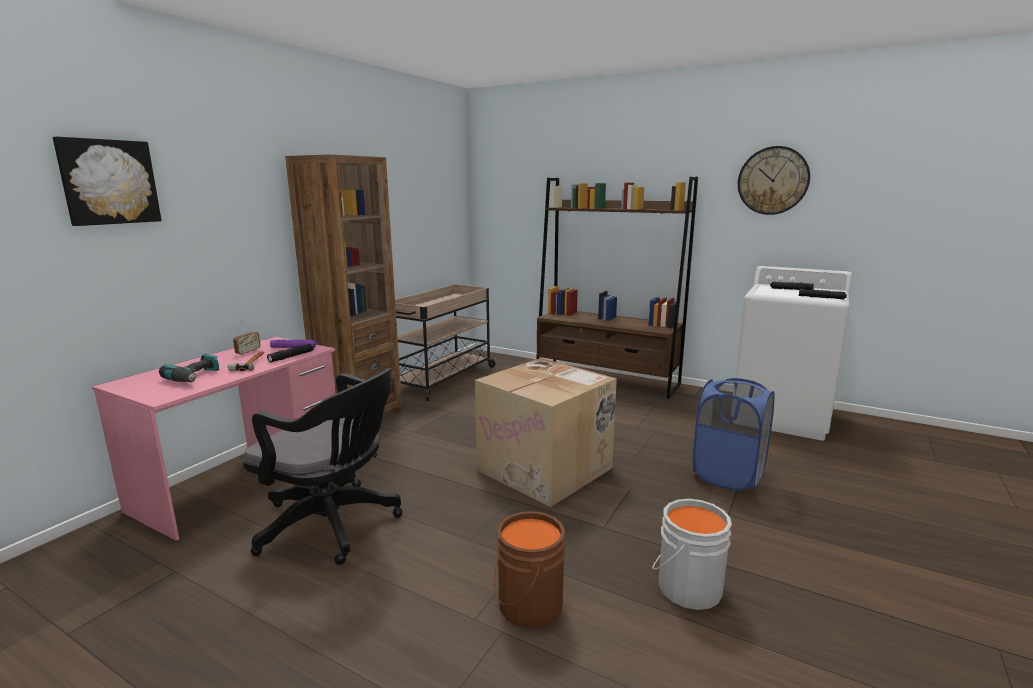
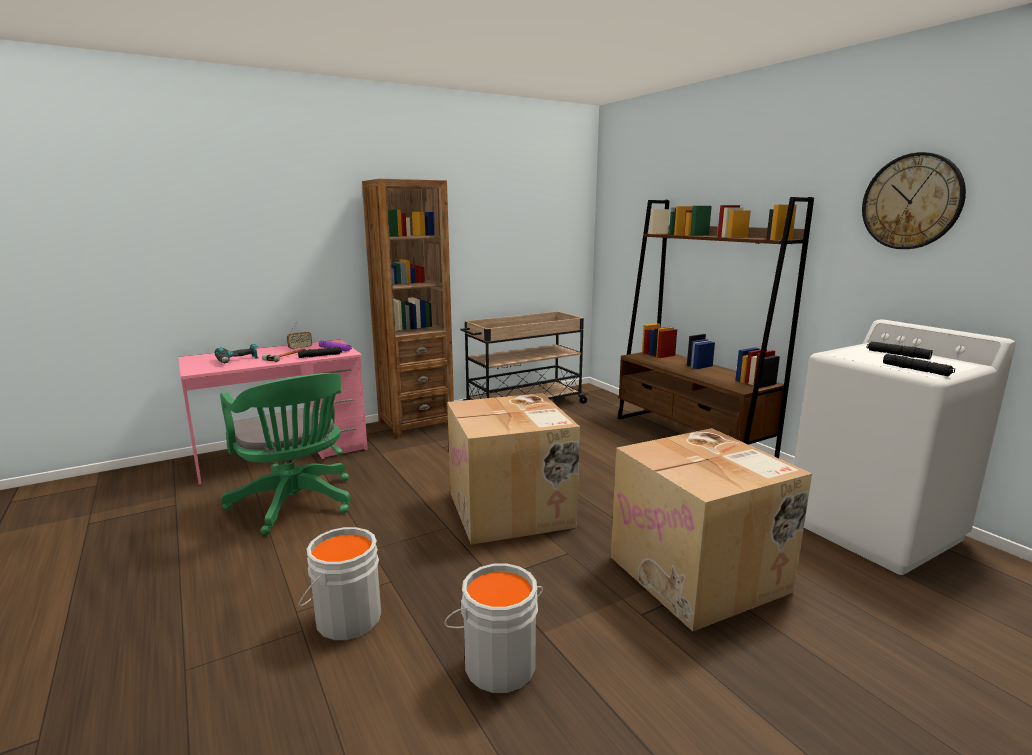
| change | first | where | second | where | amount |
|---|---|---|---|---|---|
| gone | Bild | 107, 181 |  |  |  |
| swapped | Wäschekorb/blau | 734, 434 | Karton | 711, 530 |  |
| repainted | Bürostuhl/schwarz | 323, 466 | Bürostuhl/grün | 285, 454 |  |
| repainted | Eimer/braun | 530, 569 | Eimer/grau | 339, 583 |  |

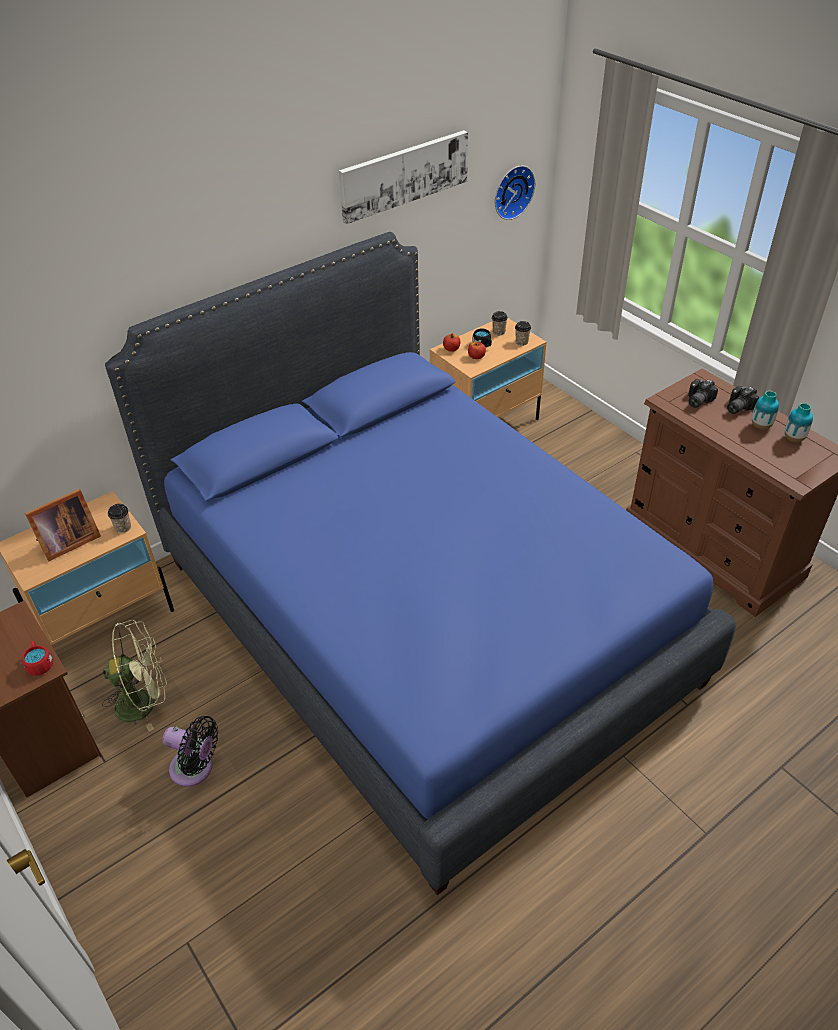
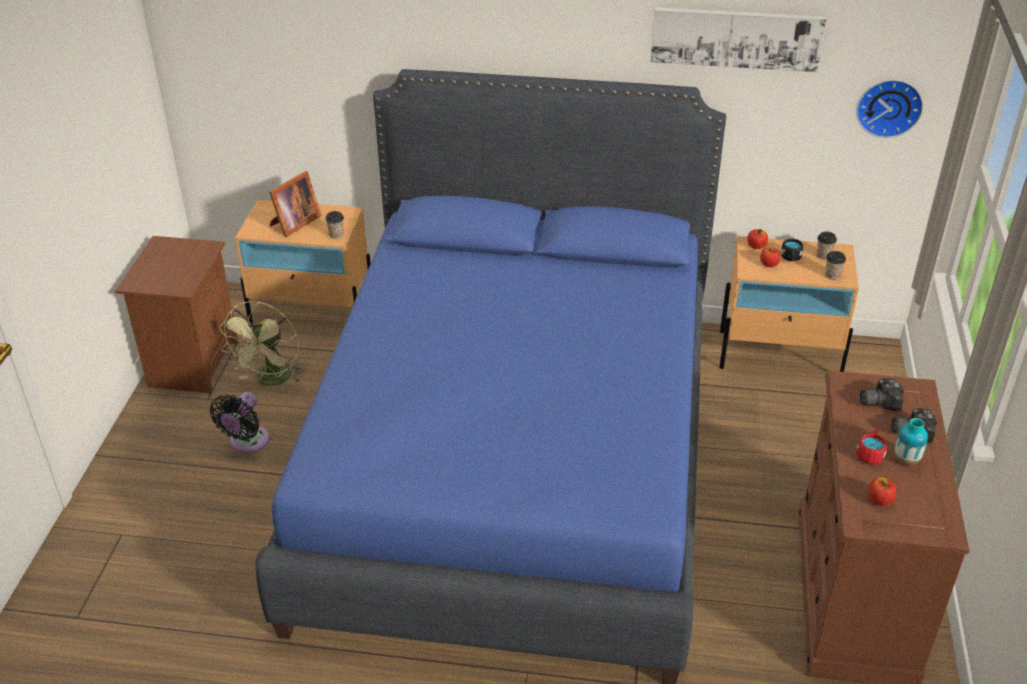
| change | first | where | second | where | amount |
|---|---|---|---|---|---|
| gone | Vase | 799, 422 |  |  |  |
| new |  |  | Apfel | 882, 491 |  |
| shifted | Henkelbecher/rot | 37, 658 |  | 871, 447 |  |
| rotated | Bilderrahmen | 63, 525 |  | 295, 204 | 60 degrees counterclockwise |
| rotated | Ventilator/grün | 134, 676 |  | 261, 343 | 75 degrees clockwise |
| rotated | Ventilator/schwarz | 190, 751 |  | 240, 423 | 45 degrees clockwise |

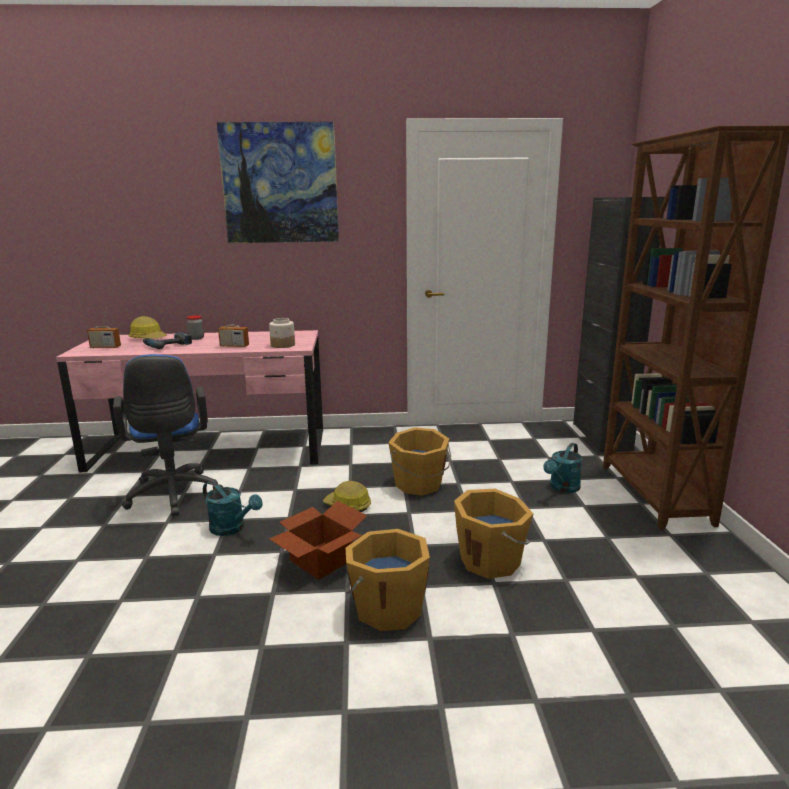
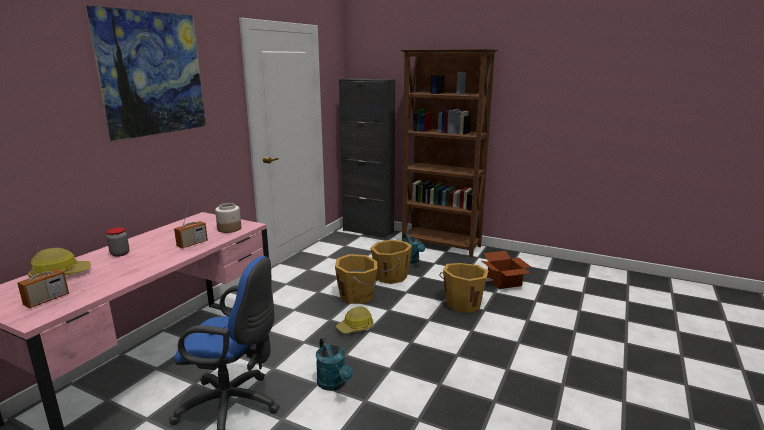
| change | first | where | second | where | amount |
|---|---|---|---|---|---|
| gone | Bohrmaschine | 167, 340 |  |  |  |
| shifted | Karton | 318, 540 |  | 506, 270 |  |
| shifted | Eimer/orange | 387, 580 |  | 391, 262 |  |
| rotated | Gießkanne/türkis | 233, 508 |  | 334, 364 | 90 degrees clockwise |

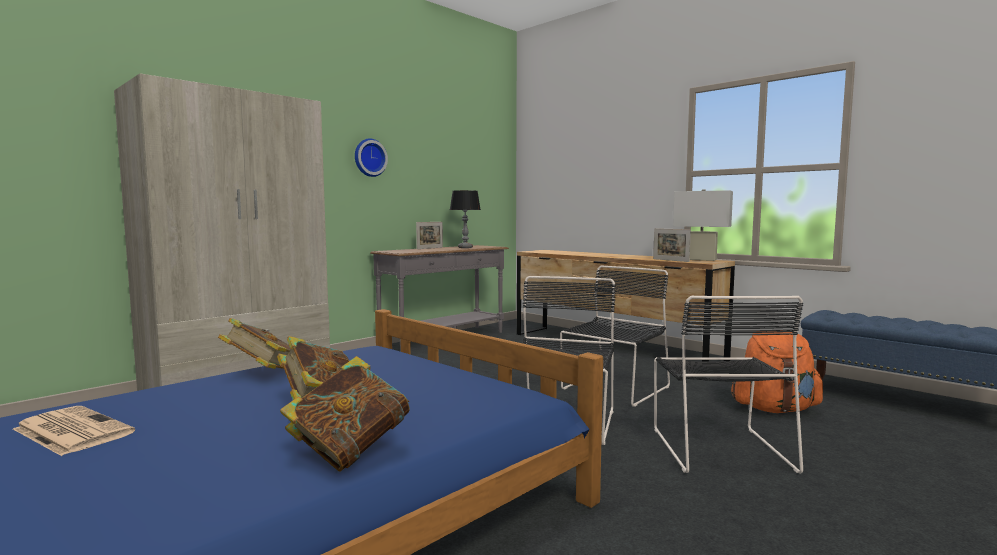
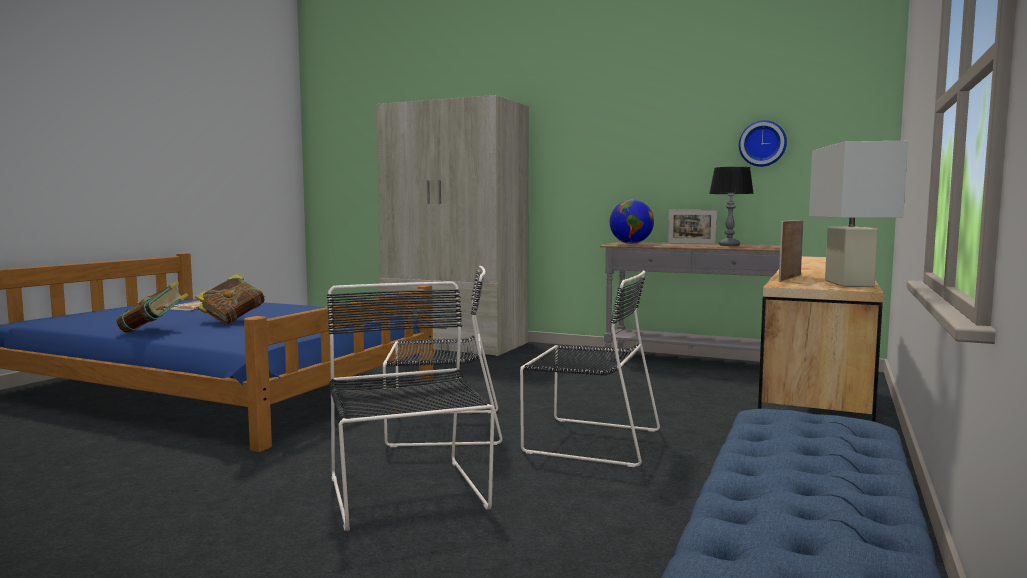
| change | first | where | second | where | amount |
|---|---|---|---|---|---|
| gone | Buch | 254, 343 |  |  |  |
| gone | Rucksack/orange | 777, 372 |  |  |  |
| new |  |  | Globus | 632, 222 |  |
| shifted | Wanduhr | 371, 158 |  | 763, 143 |  |
| rotated | Stuhl/schwarz | 728, 385 |  | 411, 406 | 90 degrees clockwise |

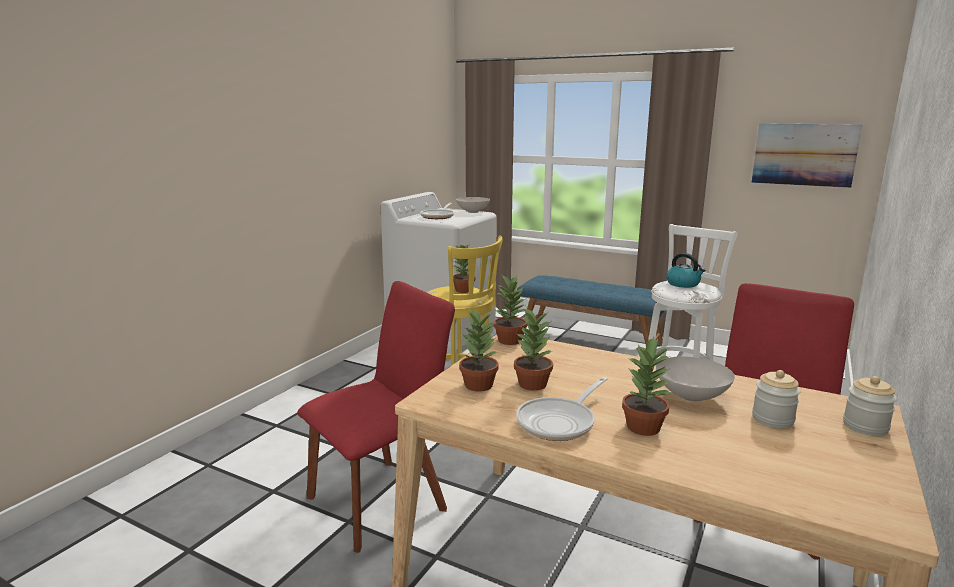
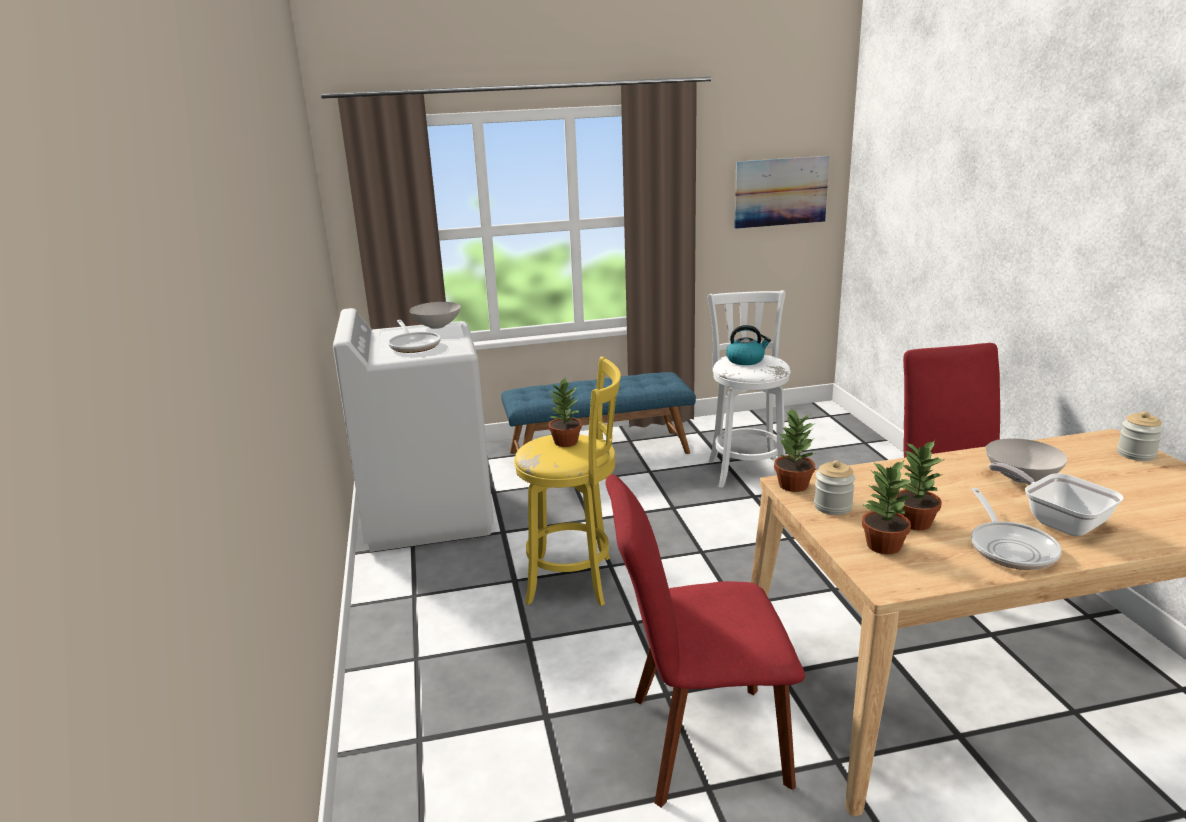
| change | first | where | second | where | amount |
|---|---|---|---|---|---|
| shifted | Vorratsglas | 776, 399 |  | 834, 487 |  |
| swapped | Topfpflanze | 646, 386 | Pfanne | 1056, 499 |  |
| rotated | Stuhl/rot | 376, 417 |  | 705, 641 | 105 degrees counterclockwise |

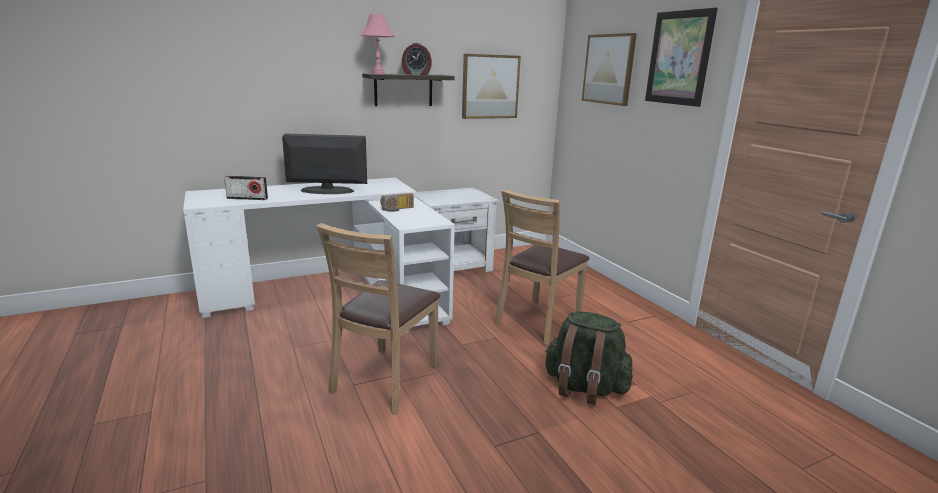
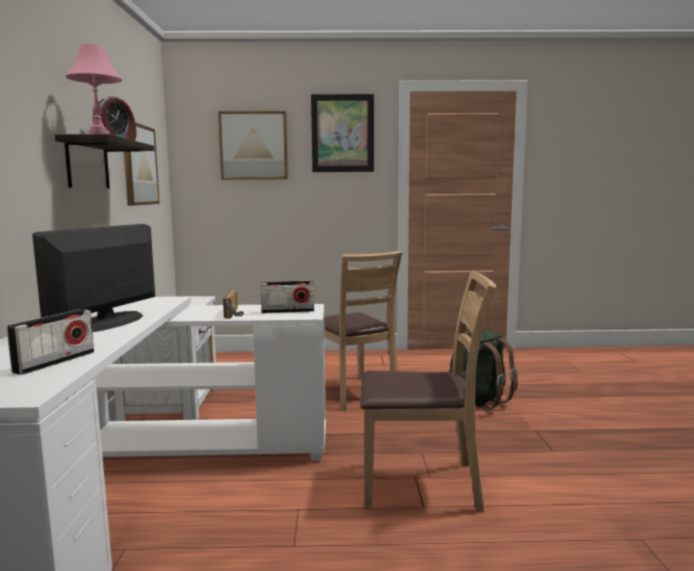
| change | first | where | second | where | amount |
|---|---|---|---|---|---|
| new |  |  | Radio | 287, 296 |  |
| rotated | Stuhl/braun | 378, 318 |  | 428, 391 | 45 degrees counterclockwise |

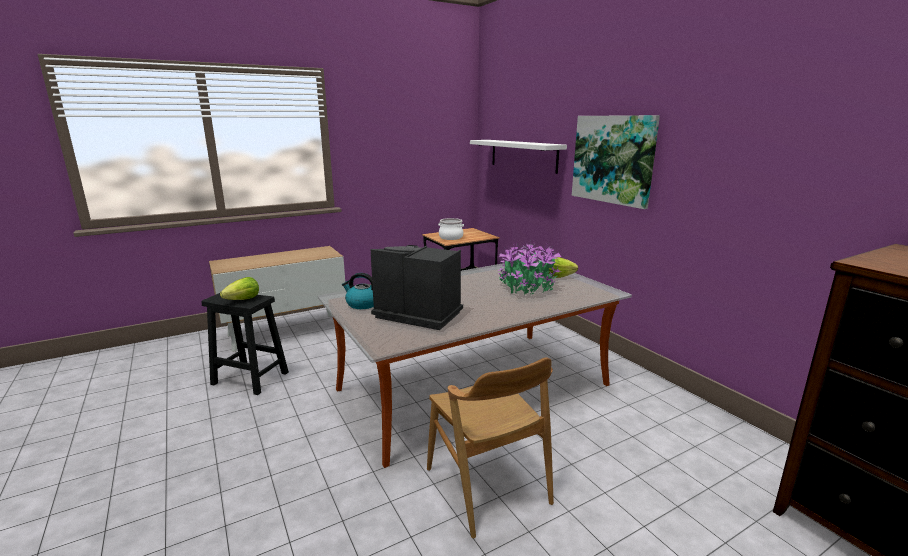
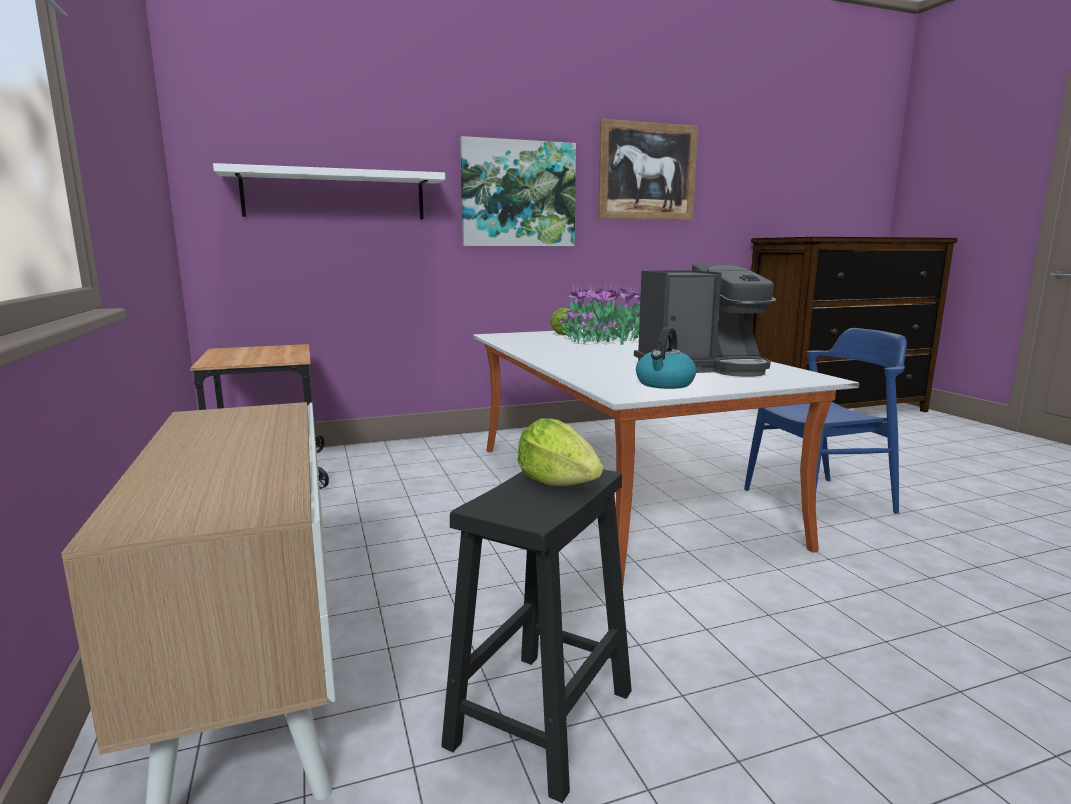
| change | first | where | second | where | amount |
|---|---|---|---|---|---|
| gone | Kochtopf | 451, 229 |  |  |  |
| new |  |  | Bild | 648, 169 |  |
| repainted | Stuhl/braun | 490, 448 | Stuhl/blau | 825, 421 |  |
| rotated | Kaffeemaschine | 417, 287 |  | 705, 320 | 135 degrees counterclockwise |

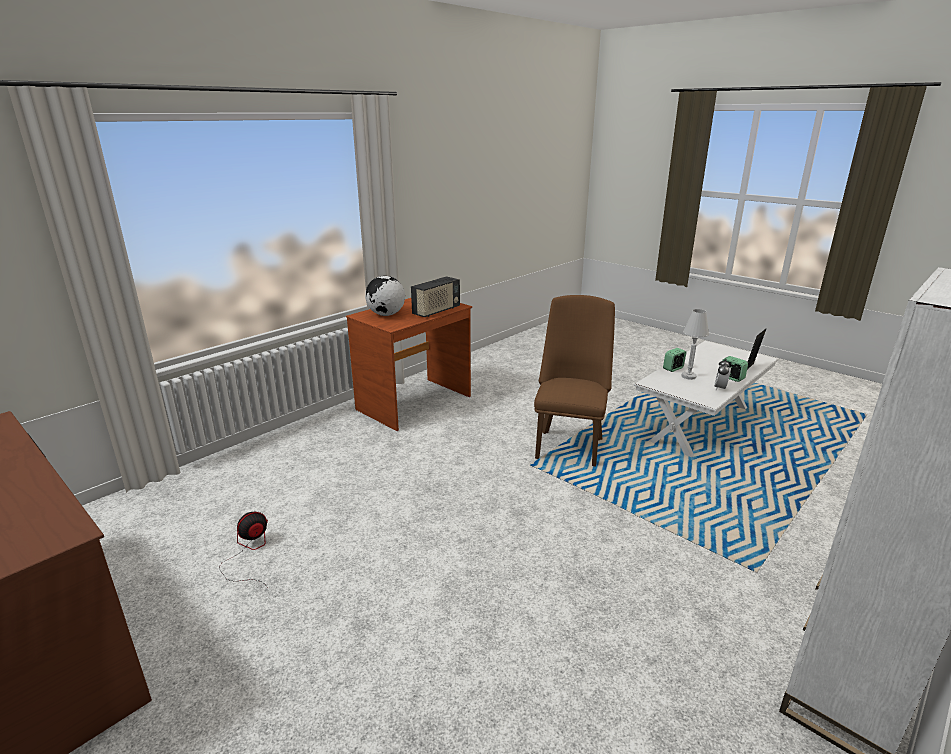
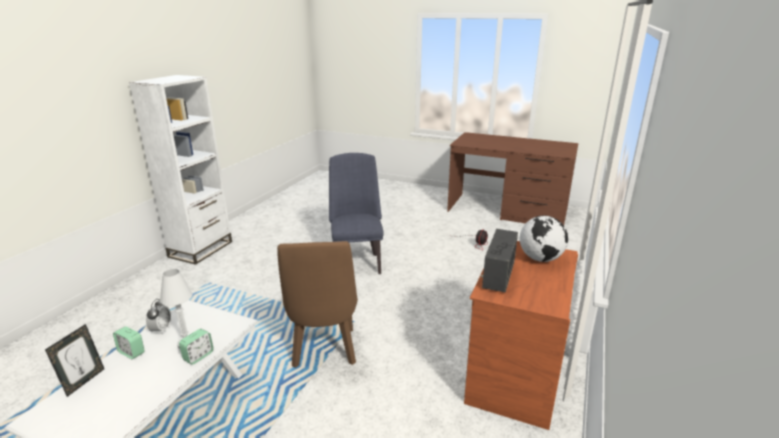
| change | first | where | second | where | amount |
|---|---|---|---|---|---|
| new |  |  | Stuhl/blau | 356, 213 |  |

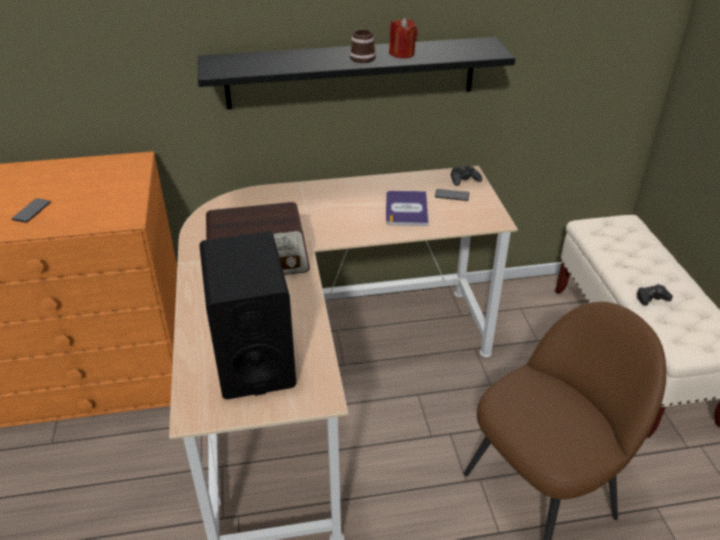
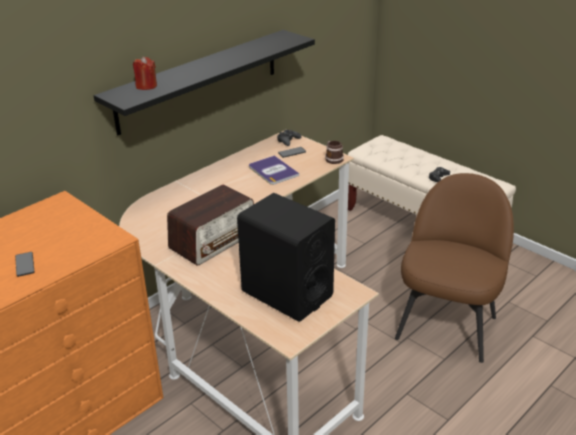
| change | first | where | second | where | amount |
|---|---|---|---|---|---|
| shifted | Henkelbecher | 363, 46 |  | 334, 152 |  |
| shifted | Kerze/rot | 403, 38 |  | 145, 73 |  |

